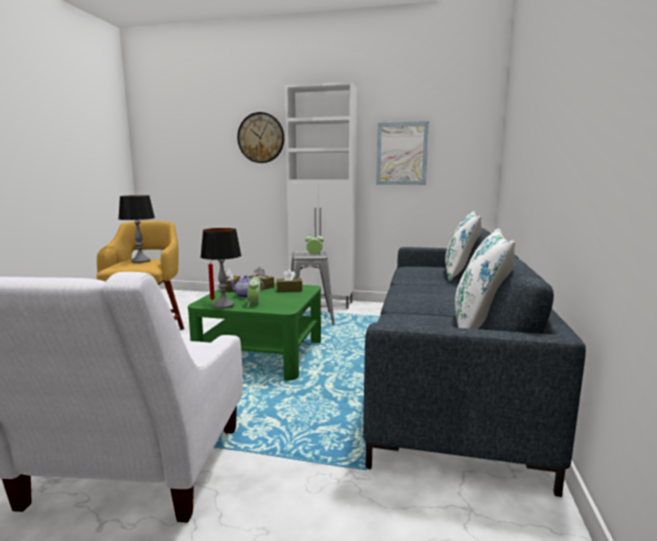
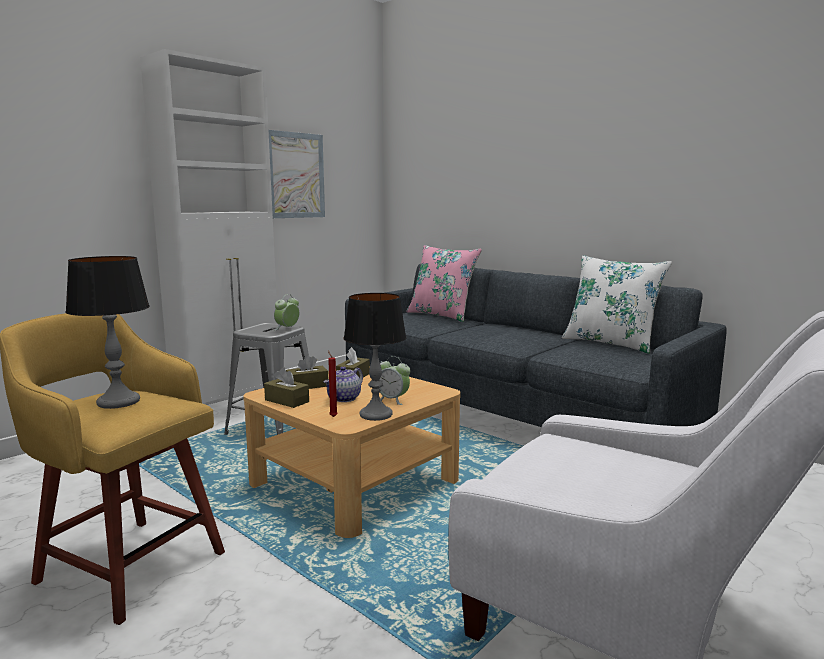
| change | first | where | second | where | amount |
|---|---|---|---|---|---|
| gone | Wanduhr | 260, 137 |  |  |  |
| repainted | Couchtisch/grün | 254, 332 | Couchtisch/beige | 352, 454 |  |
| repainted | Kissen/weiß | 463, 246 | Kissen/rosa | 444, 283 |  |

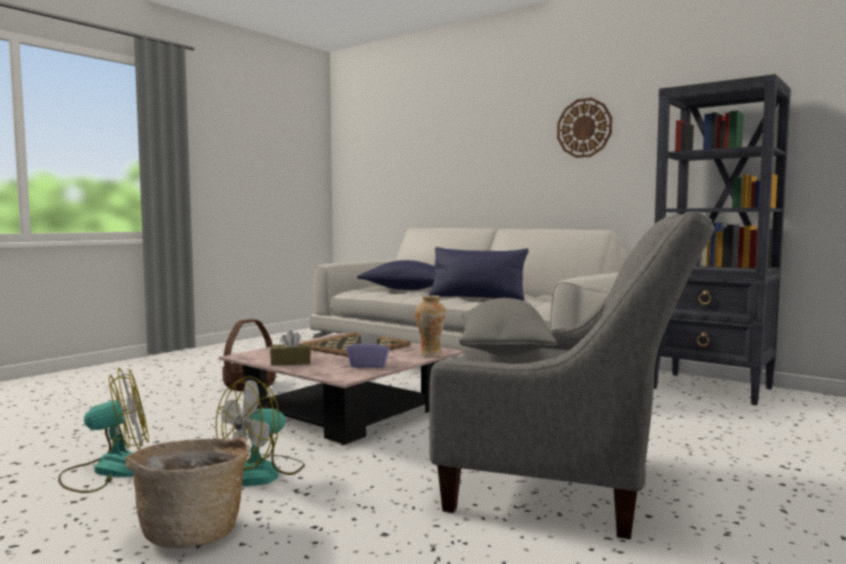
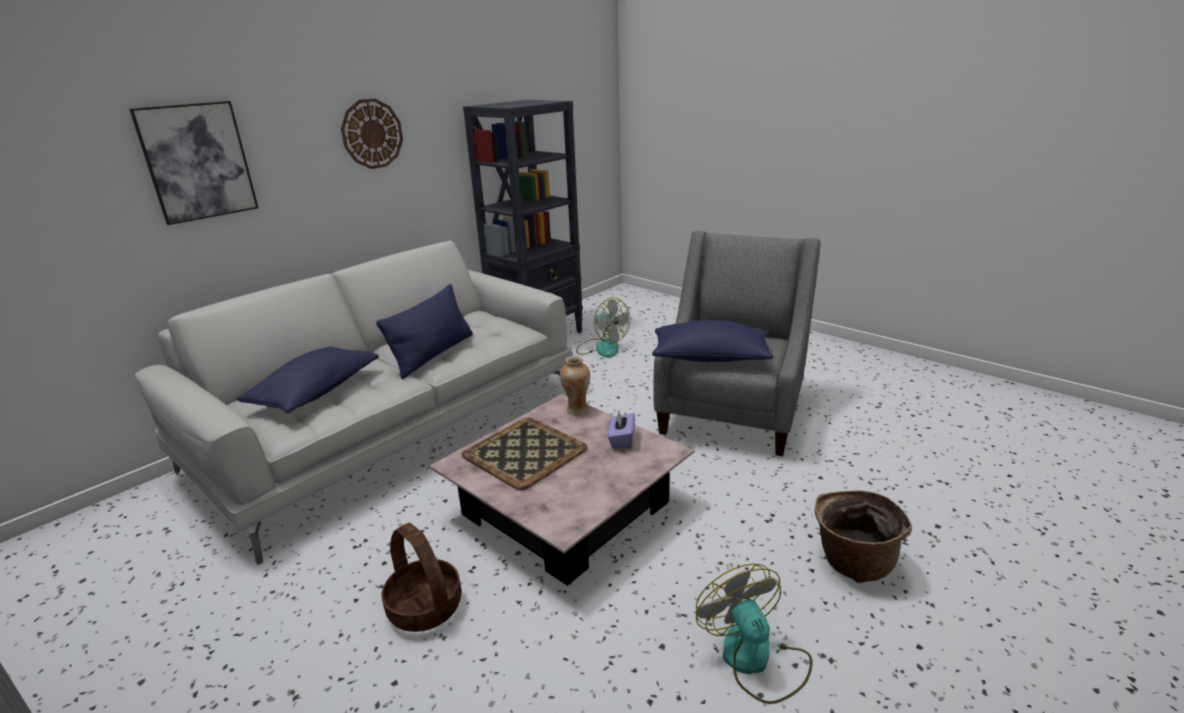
| change | first | where | second | where | amount |
|---|---|---|---|---|---|
| gone | Taschentuchbox/braun | 290, 347 |  |  |  |
| new |  |  | Bild | 193, 163 |  |
| shifted | Ventilator | 260, 431 |  | 603, 327 |  |
| repainted | Kissen/grau | 508, 327 | Kissen/blau | 713, 341 |  |

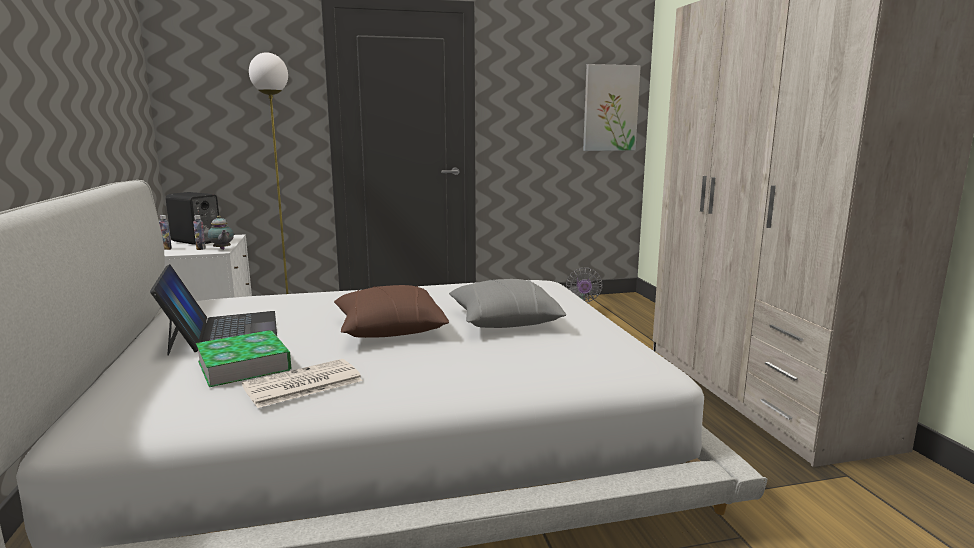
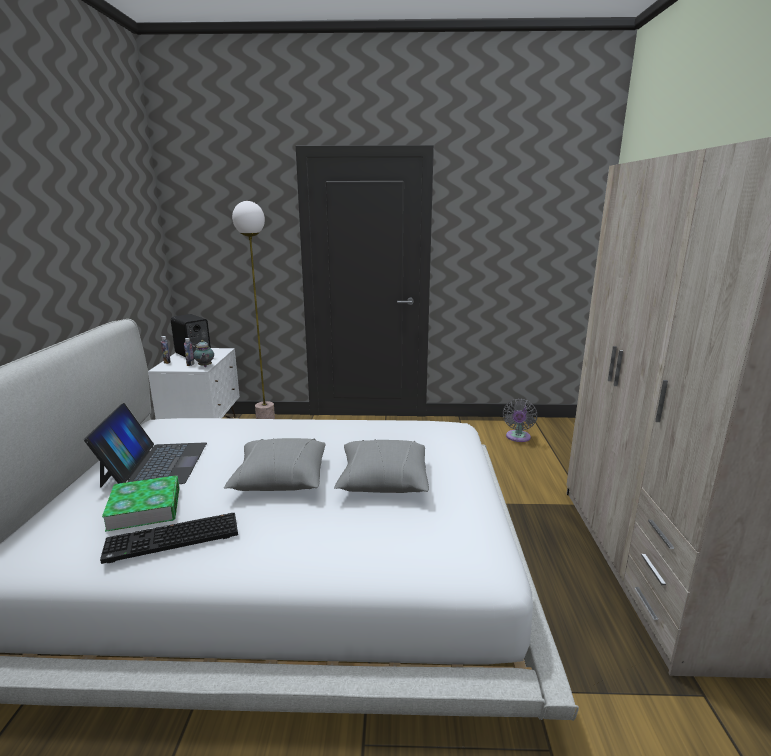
| change | first | where | second | where | amount |
|---|---|---|---|---|---|
| gone | Bild | 612, 107 |  |  |  |
| swapped | Zeitung | 302, 383 | Tastatur | 169, 538 |  |
| repainted | Kissen/braun | 391, 311 | Kissen/grau | 275, 464 |  |

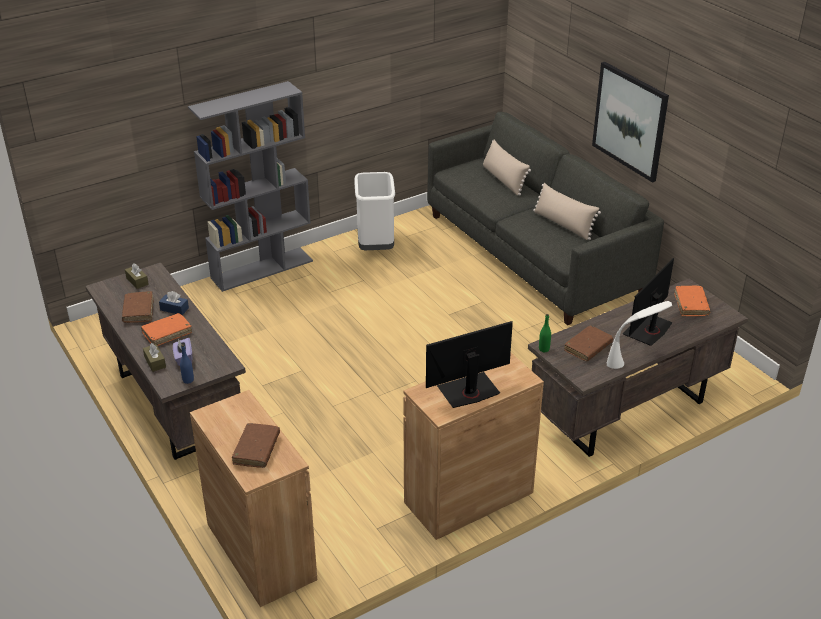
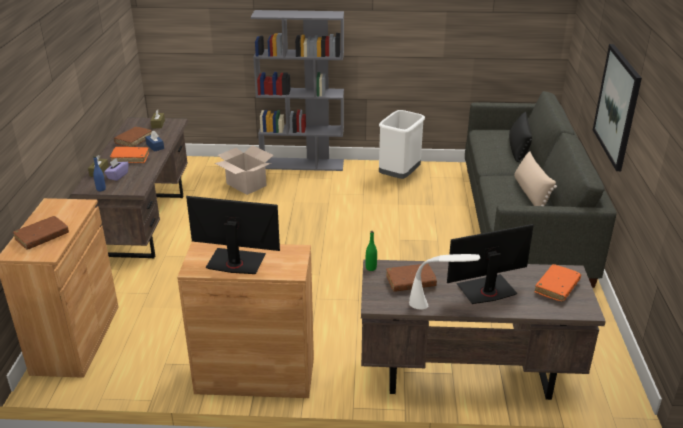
| change | first | where | second | where | amount |
|---|---|---|---|---|---|
| new |  |  | Karton | 244, 170 |  |
| repainted | Kissen/beige | 507, 167 | Kissen/schwarz | 520, 136 |  |

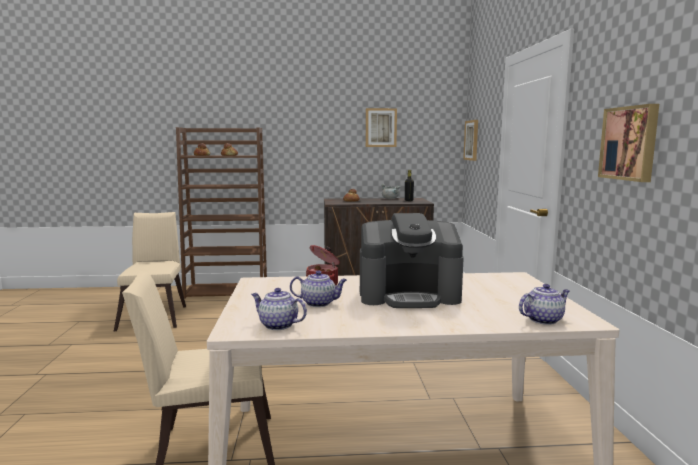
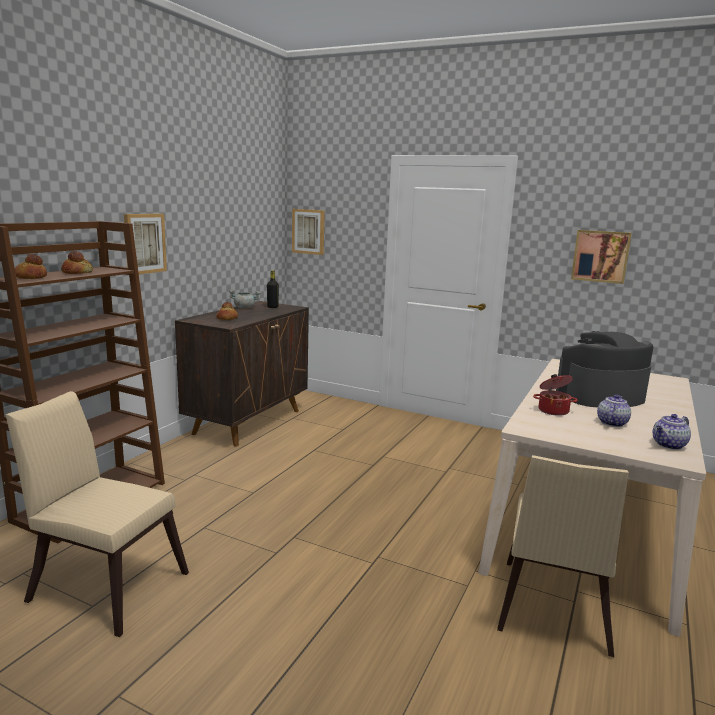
| change | first | where | second | where | amount |
|---|---|---|---|---|---|
| gone | Teekanne | 544, 304 |  |  |  |
| shifted | Bild | 381, 127 |  | 145, 244 |  |
| rotated | Kaffeemaschine | 412, 260 |  | 604, 369 | 135 degrees counterclockwise |

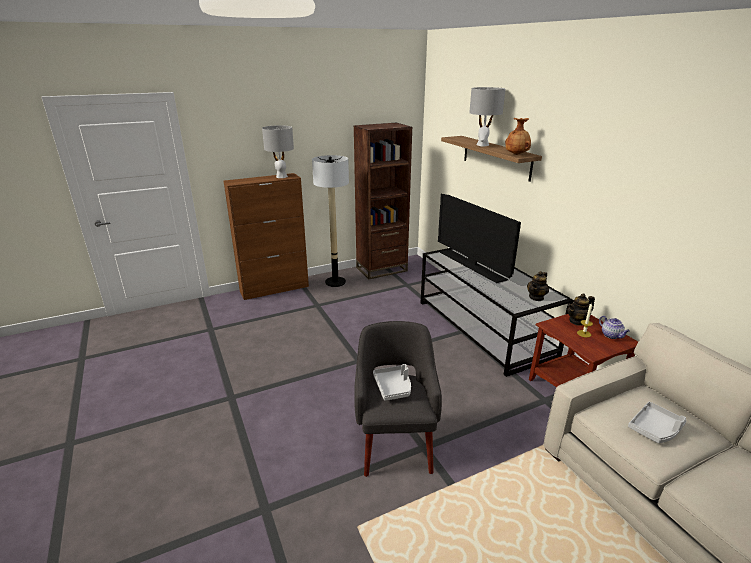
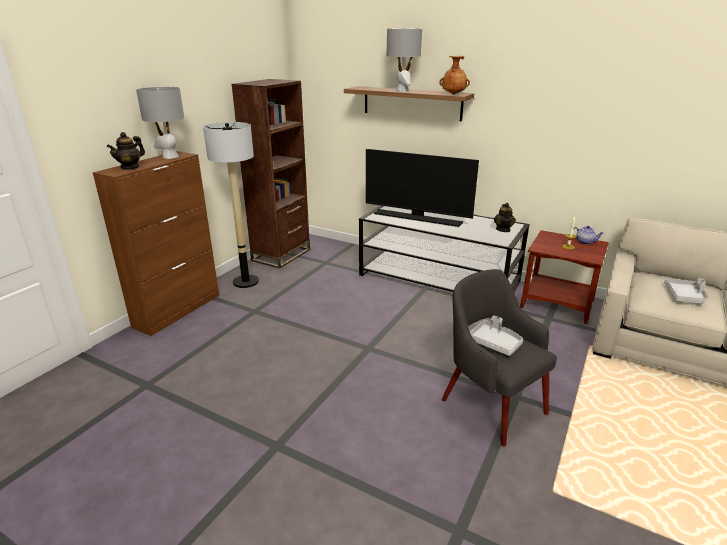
| change | first | where | second | where | amount |
|---|---|---|---|---|---|
| shifted | Teekanne | 581, 309 |  | 126, 151 |  |

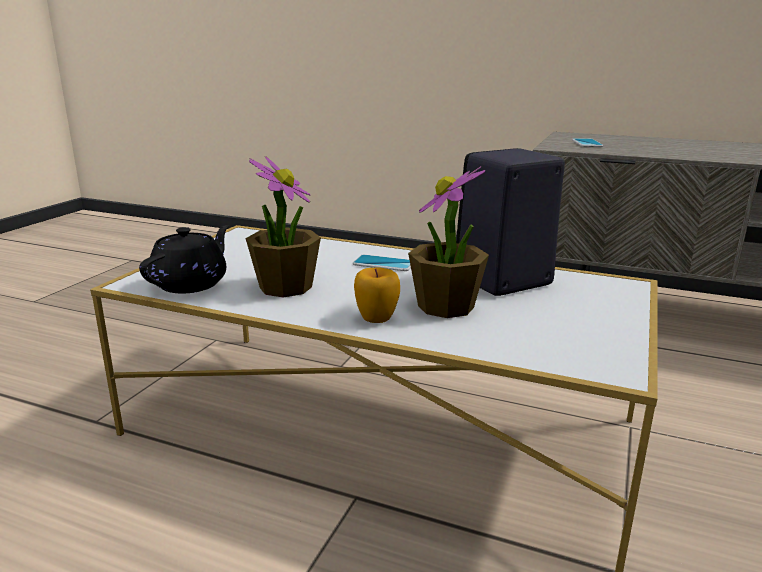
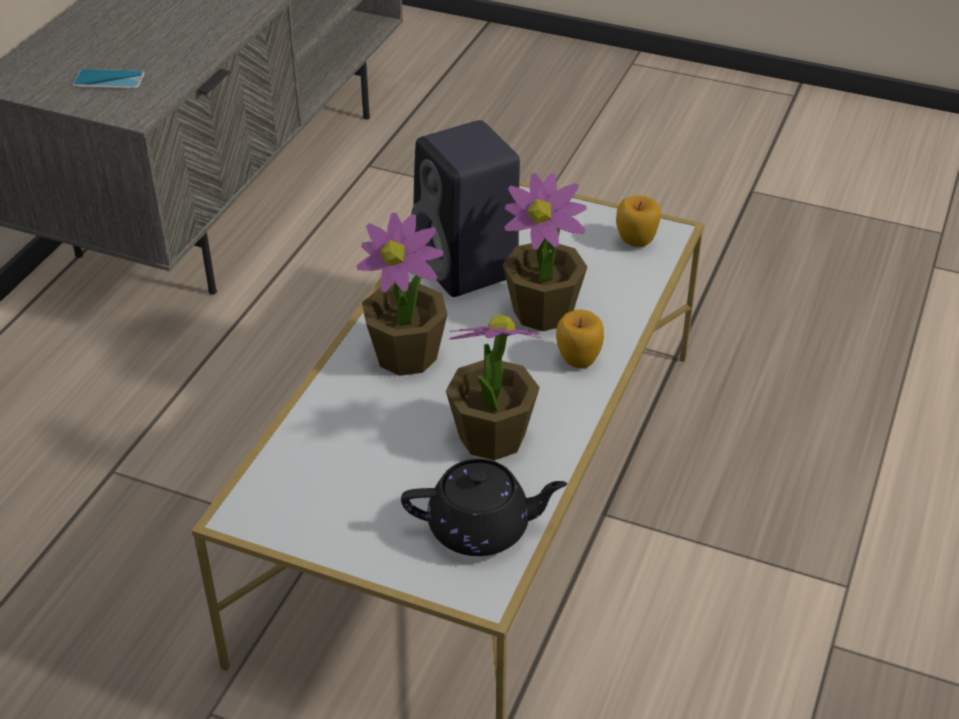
| change | first | where | second | where | amount |
|---|---|---|---|---|---|
| new |  |  | Apfel | 638, 221 |  |
| swapped | Handy | 382, 263 | Topfpflanze | 402, 294 |  |
| rotated | Teekanne/schwarz | 184, 259 |  | 484, 507 | 150 degrees clockwise |

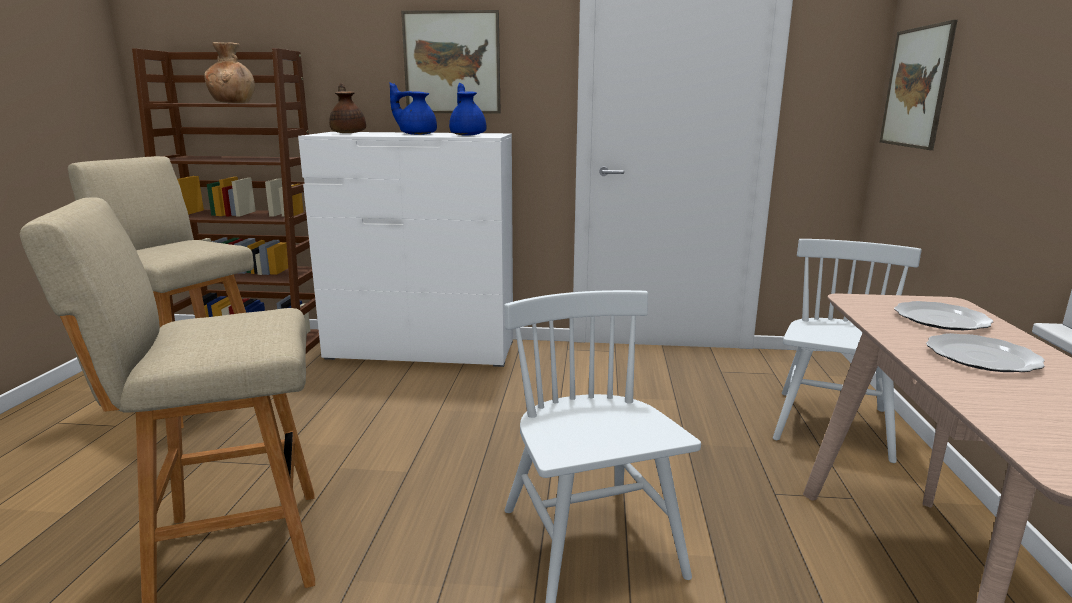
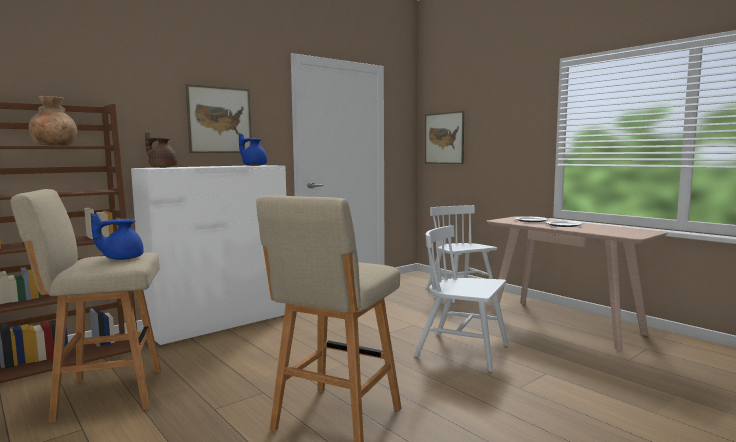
| change | first | where | second | where | amount |
|---|---|---|---|---|---|
| shifted | Teekanne/blau | 413, 108 |  | 117, 236 |  |

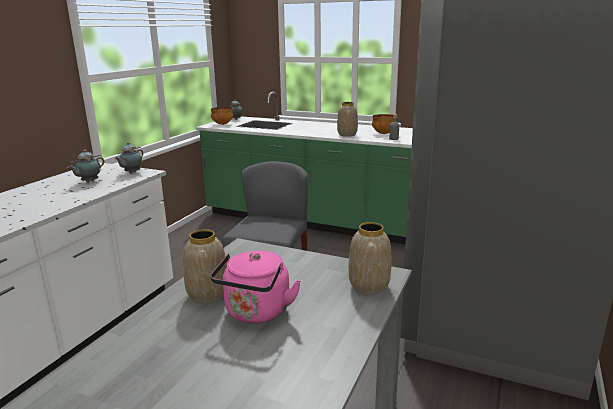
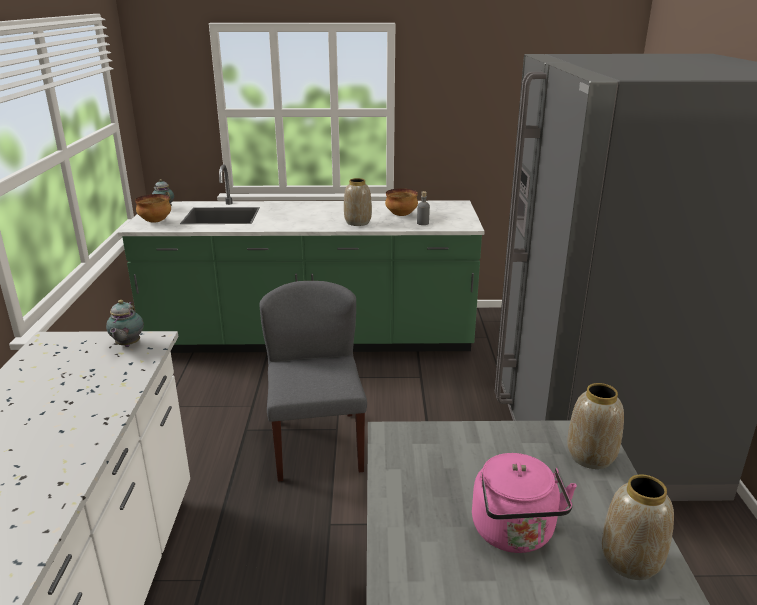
| change | first | where | second | where | amount |
|---|---|---|---|---|---|
| gone | Teekanne | 86, 166 |  |  |  |
| shifted | Vase | 205, 266 |  | 638, 527 |  |

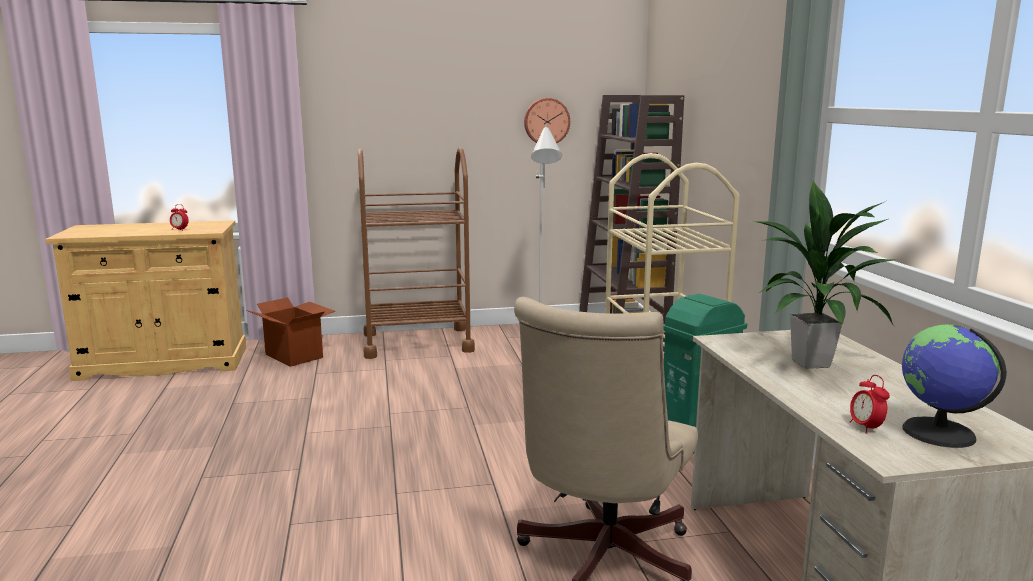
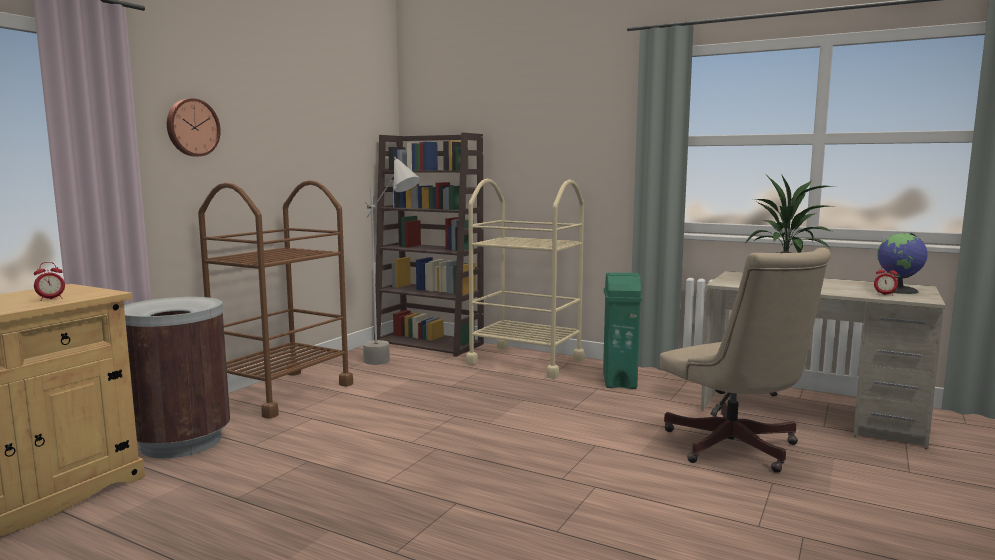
| change | first | where | second | where | amount |
|---|---|---|---|---|---|
| shifted | Wanduhr | 547, 120 |  | 194, 127 |  |
| swapped | Karton | 290, 332 | Mülleimer/braun | 177, 377 |  |

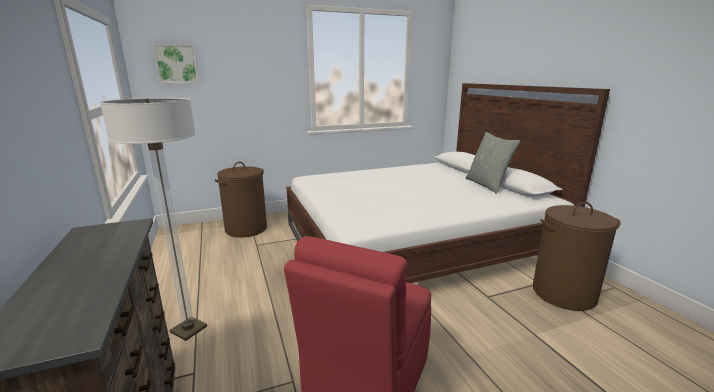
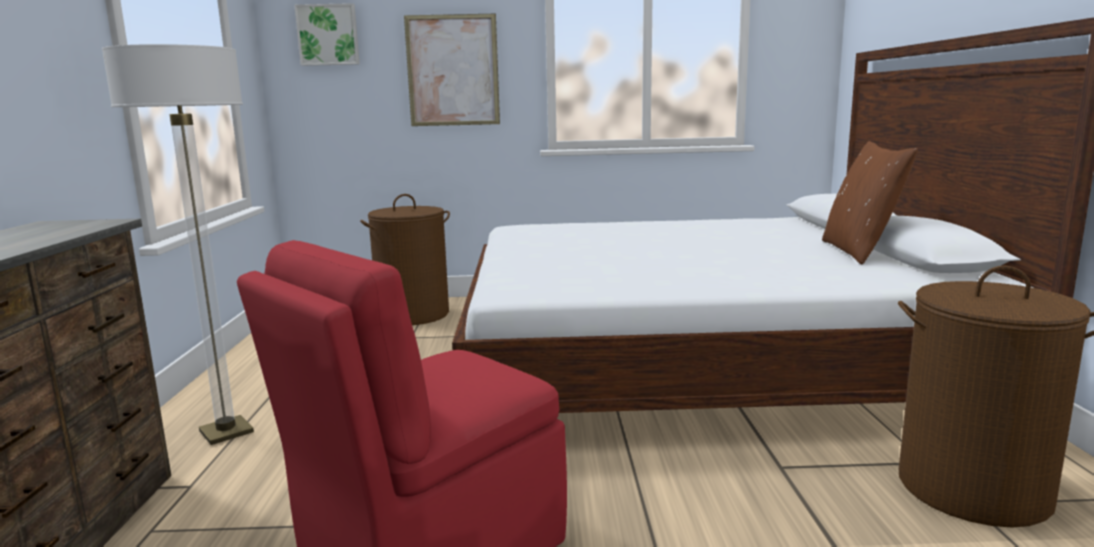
| change | first | where | second | where | amount |
|---|---|---|---|---|---|
| new |  |  | Bild | 452, 70 |  |
| repainted | Kissen/grau | 493, 163 | Kissen/braun | 870, 203 |  |

